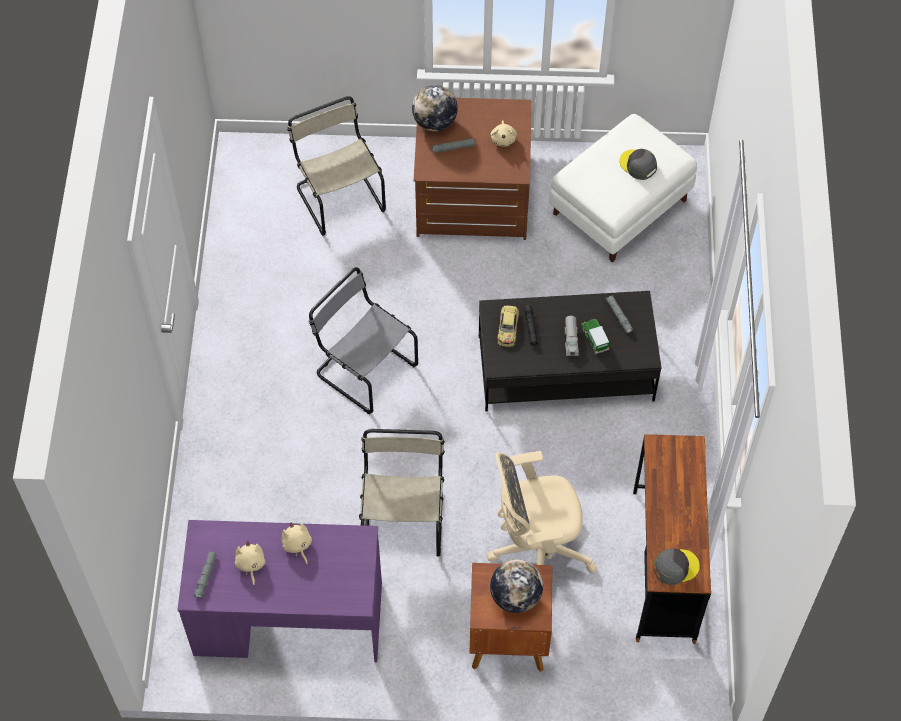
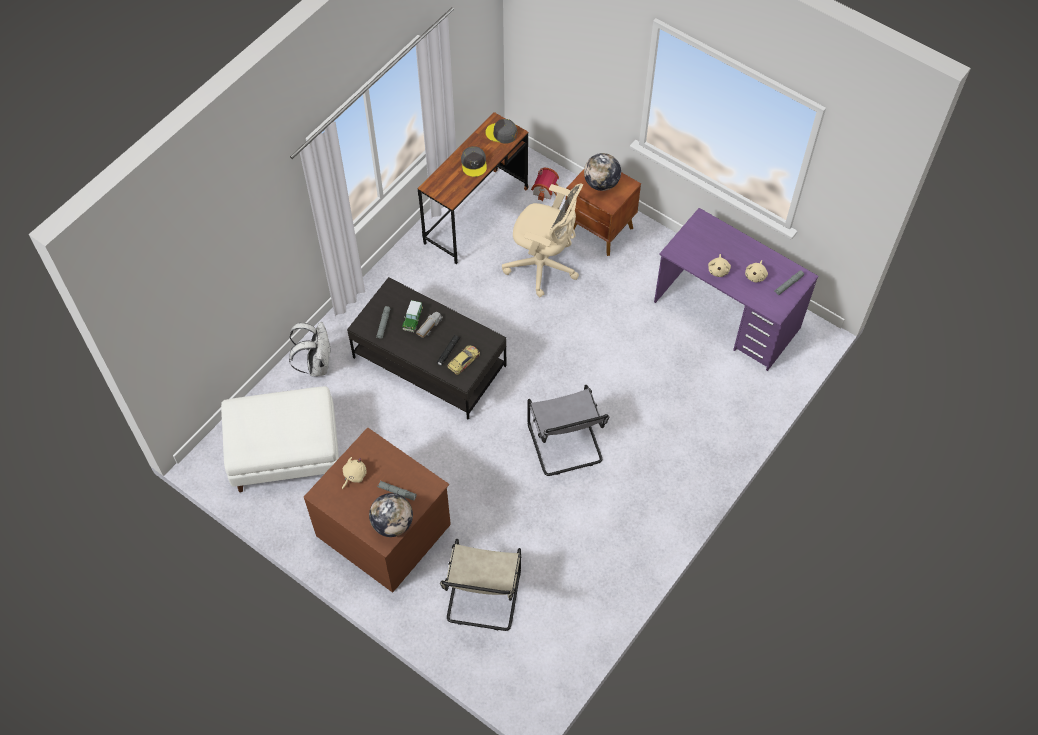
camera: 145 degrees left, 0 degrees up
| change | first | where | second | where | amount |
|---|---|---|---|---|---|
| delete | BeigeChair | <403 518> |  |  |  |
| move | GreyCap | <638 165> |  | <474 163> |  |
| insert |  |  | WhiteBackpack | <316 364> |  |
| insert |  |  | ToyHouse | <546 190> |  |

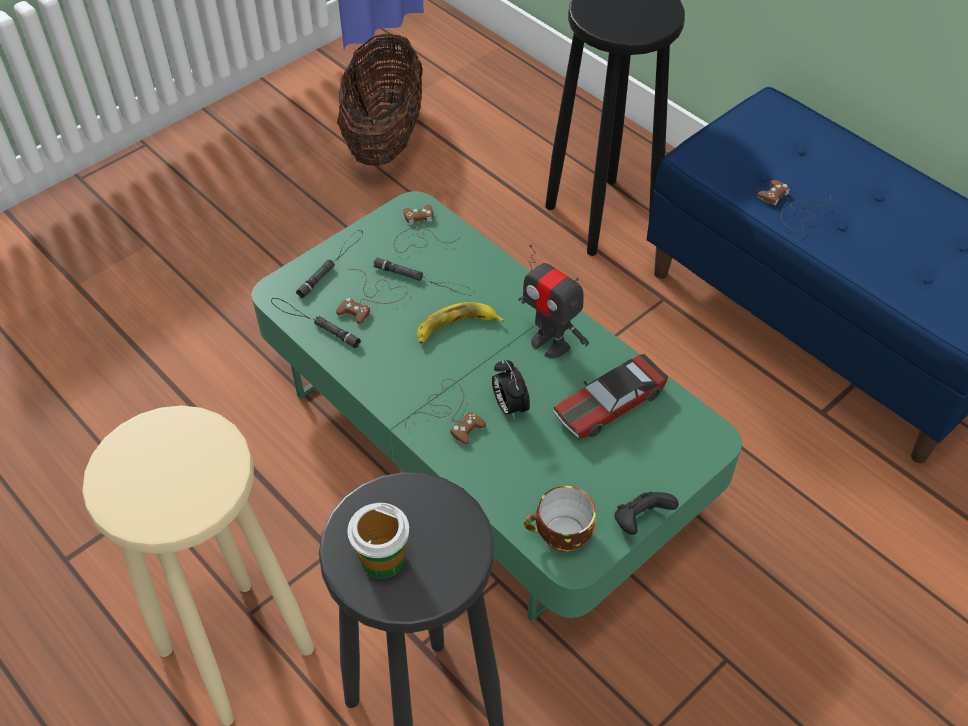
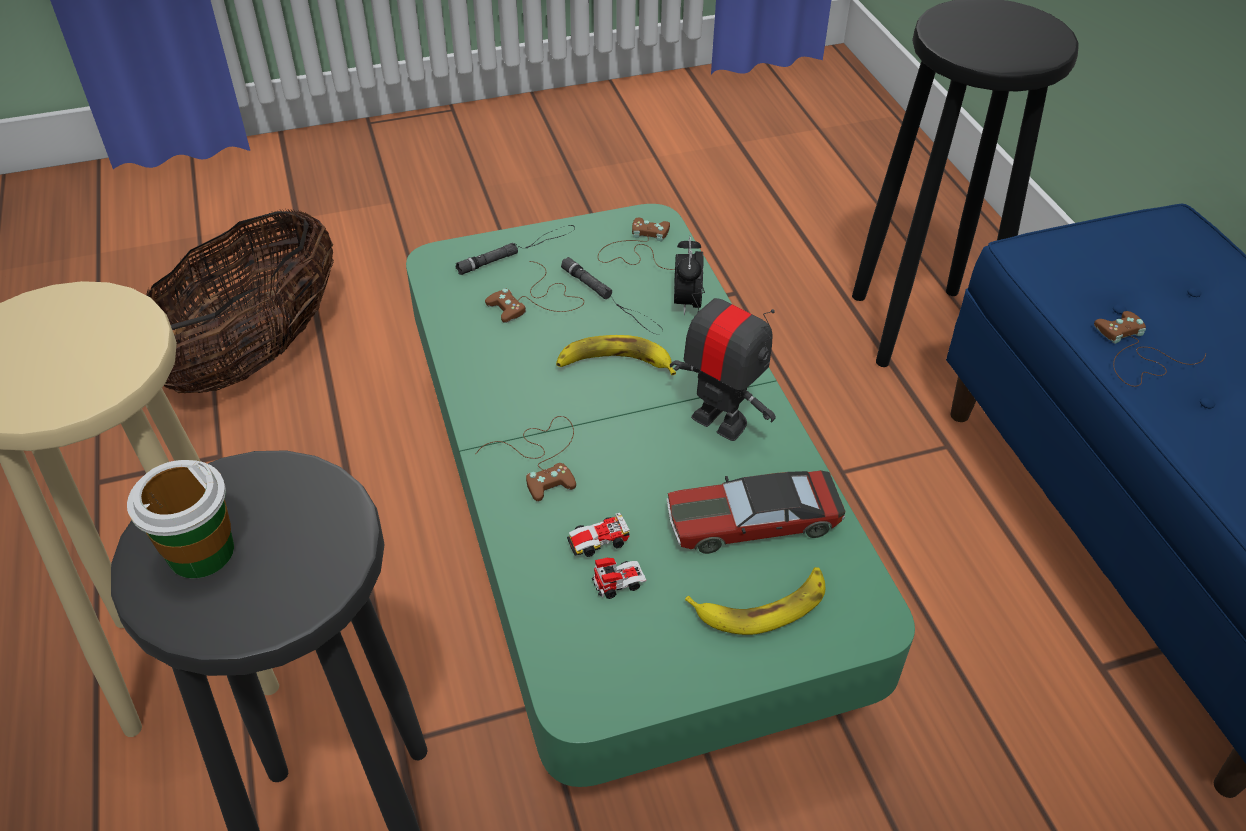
camera: 25 degrees right, 5 degrees down
| change | first | where | second | where | amount |
|---|---|---|---|---|---|
| delete | BlackFlashlight | <314 323> |  |  |  |
| move | Basket | <384 138> |  | <255 354> |  |
| move | AlarmClock | <509 406> |  | <686 302> |  |
| rotate | ToyRobot | <550 343> |  | <720 421> | 150 degrees clockwise |
| delete | Cup | <561 536> |  |  |  |
| delete | BlackGameController | <640 521> |  |  |  |
| insert |  |  | ToyCar | <606 563> |  |
| insert |  |  | Banana | <762 605> |  |

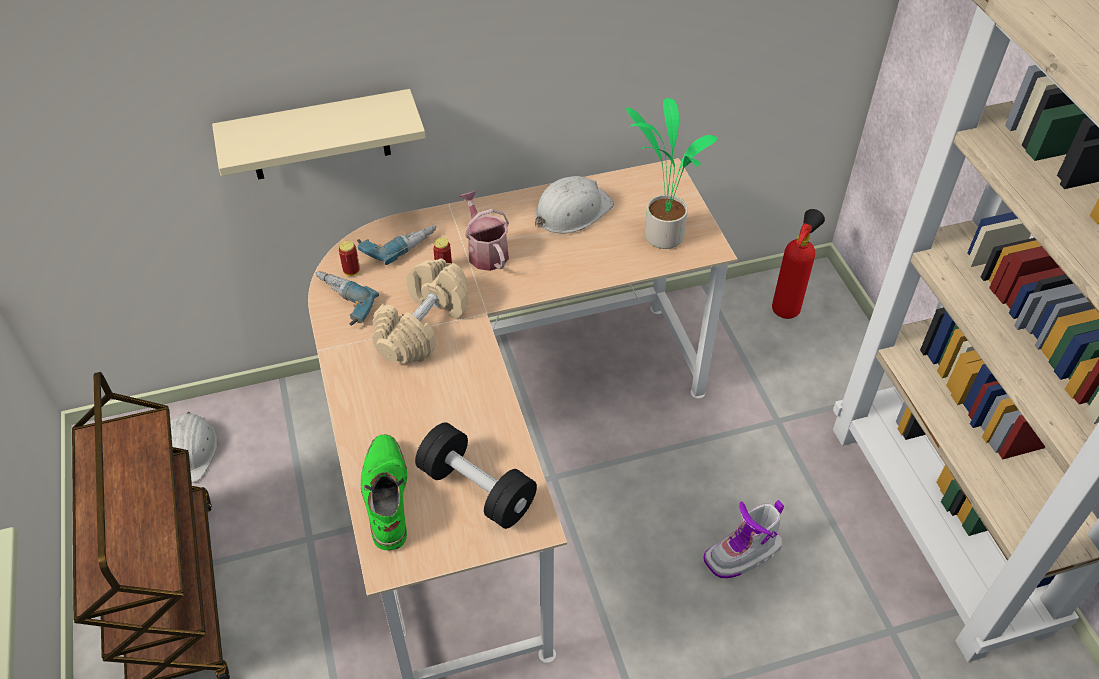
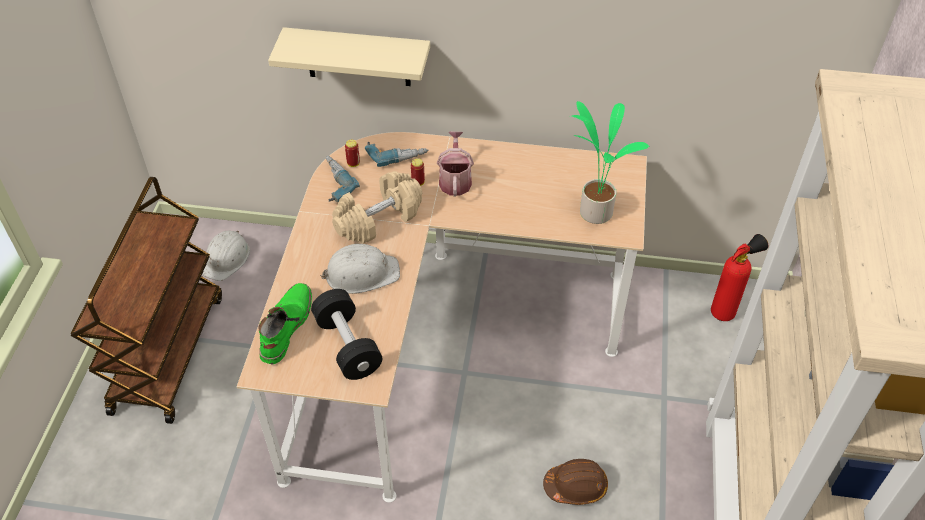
camera: 25 degrees right, 0 degrees up
| change | first | where | second | where | amount |
|---|---|---|---|---|---|
| move | WhiteHardHat | <571 211> |  | <361 273> |  |
| replace | Boot | <743 554> | BrownHardHat | <576 486> |  |

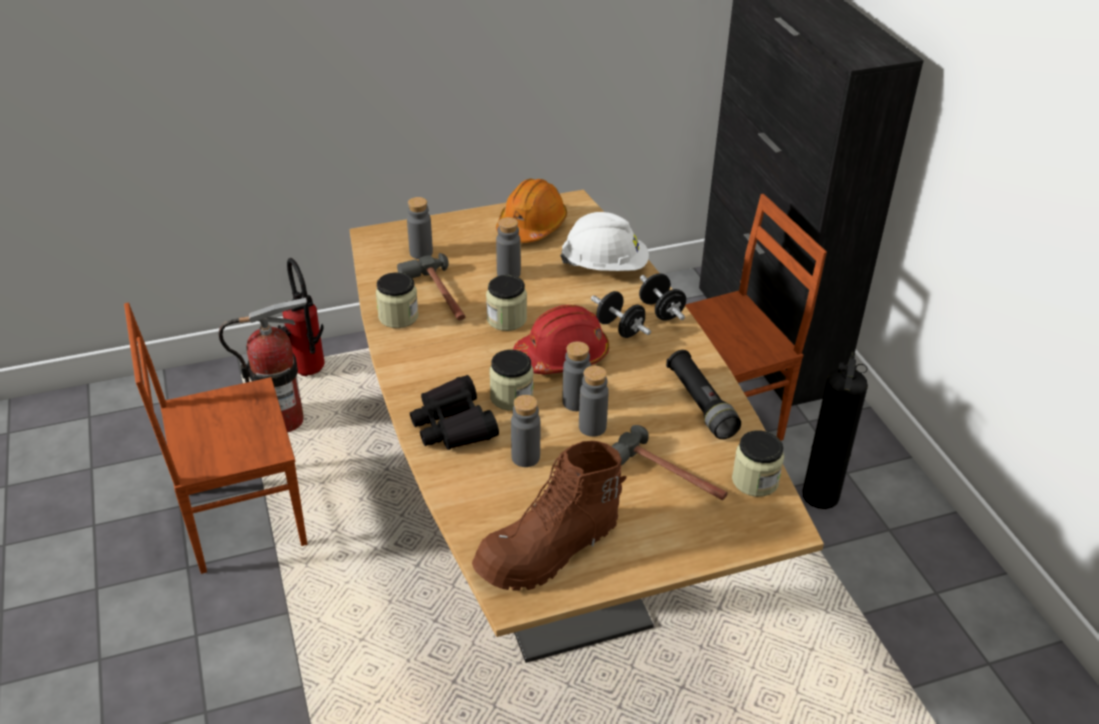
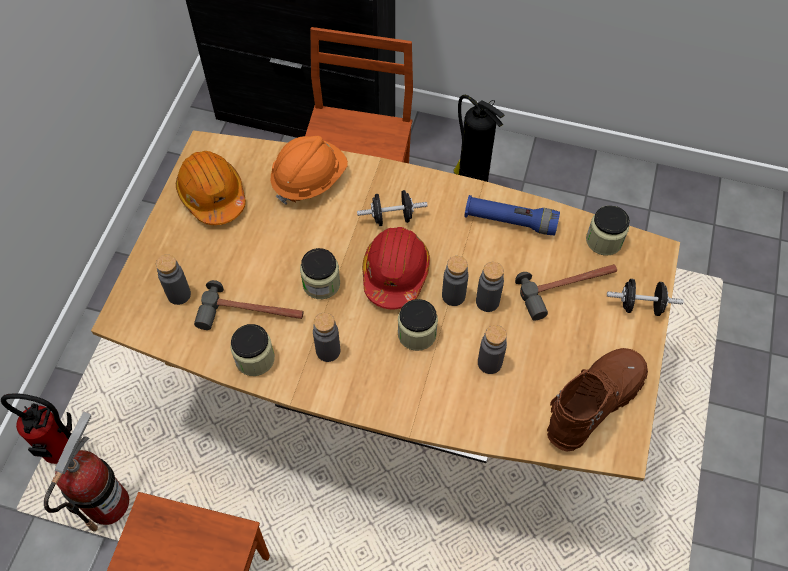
camera: 55 degrees left, 20 degrees up
| change | first | where | second | where | amount |
|---|---|---|---|---|---|
| delete | BlackBinoculars | <453 425> |  |  |  |
| rotate | BrownBoot | <549 551> |  | <592 403> | 135 degrees counterclockwise |
| move | GreyBottle | <508 274> |  | <328 351> |  |
| recolor | WhiteHardHat | <604 266> | OrangeHardHat | <309 180> |  |
| move | BlackDumbbell | <661 311> |  | <640 305> |  |
| recolor | BlackFlashlight | <701 404> | BlueFlashlight | <510 221> |  |

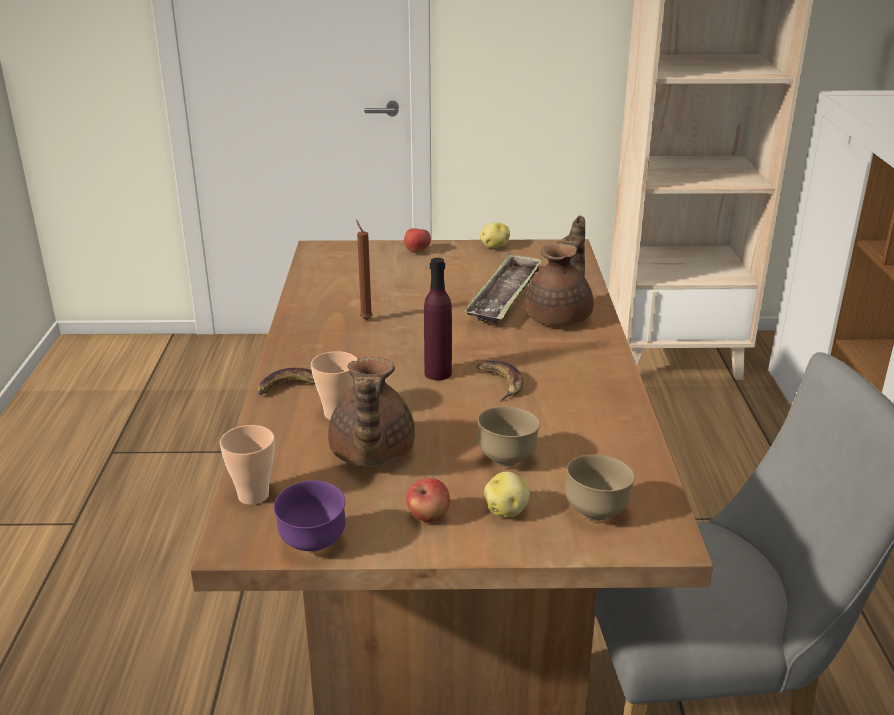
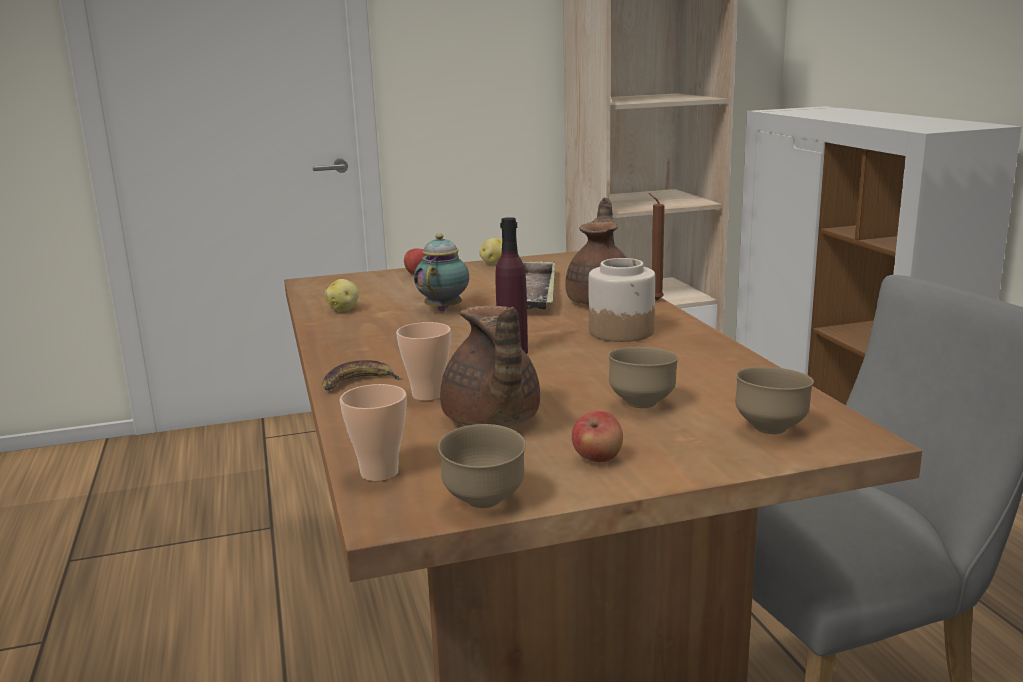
camera: 15 degrees left, 10 degrees down
| change | first | where | second | where | amount |
|---|---|---|---|---|---|
| recolor | PurpleBowl | <313 545> | BrownBowl | <484 502> |  |
| move | BrownCandle | <365 319> |  | <654 300> |  |
| delete | Banana | <500 383> |  |  |  |
| move | Potato | <507 510> |  | <344 309> |  |
| insert |  |  | Teapot | <445 308> |  |
| insert |  |  | Jar | <621 331> |  |

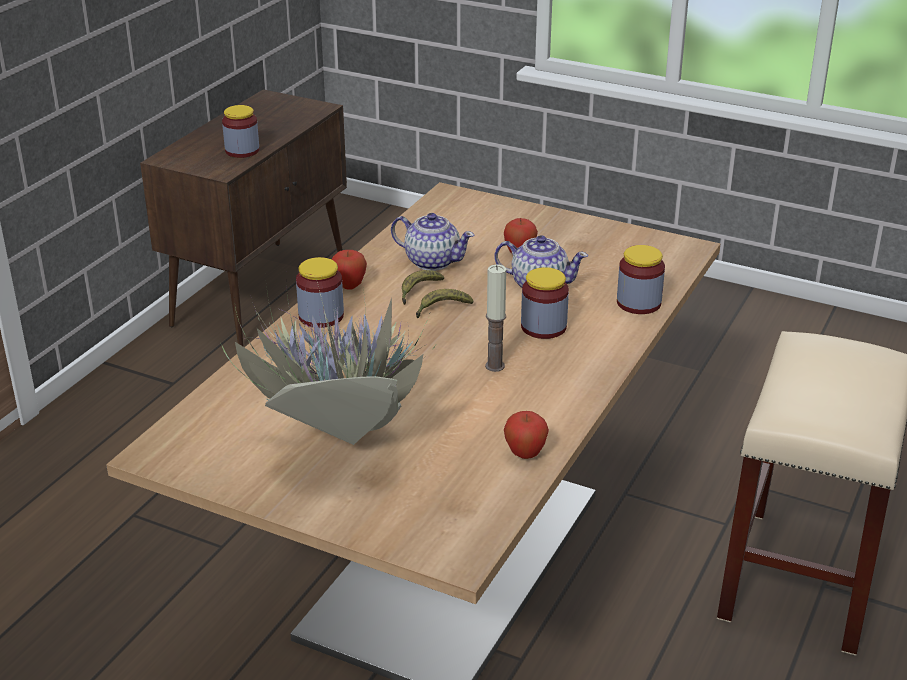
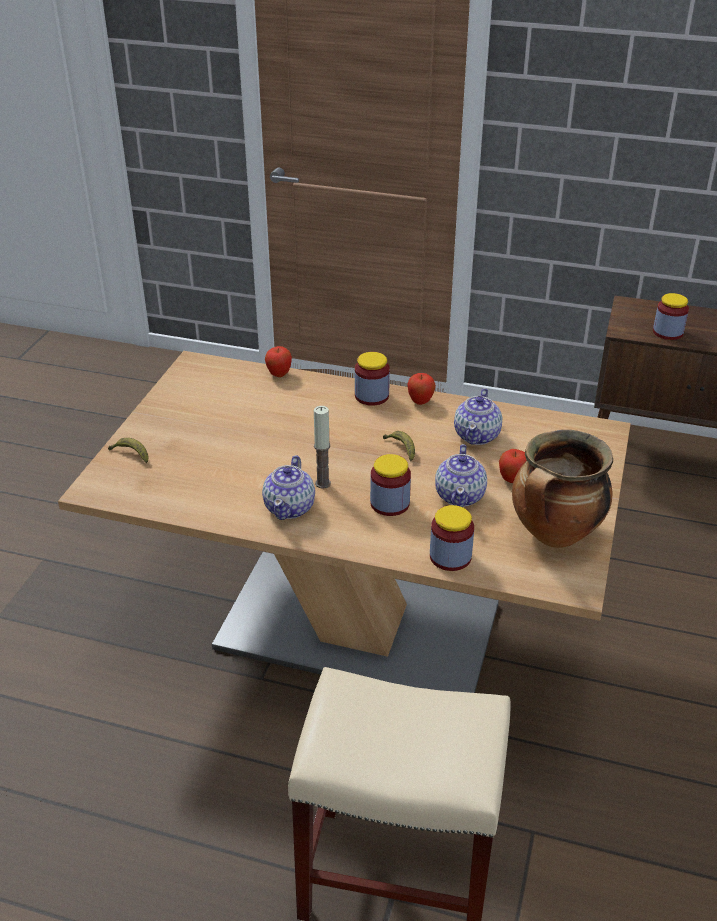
camera: 80 degrees right, 5 degrees up
| change | first | where | second | where | amount |
|---|---|---|---|---|---|
| delete | PottedPlant | <338 445> |  |  |  |
| move | Banana | <418 291> |  | <131 454> |  |
| move | Apple | <525 454> |  | <279 374> |  |
| insert |  |  | Teapot | <290 507> |  |
| insert |  |  | CookingPot | <555 535> |  |

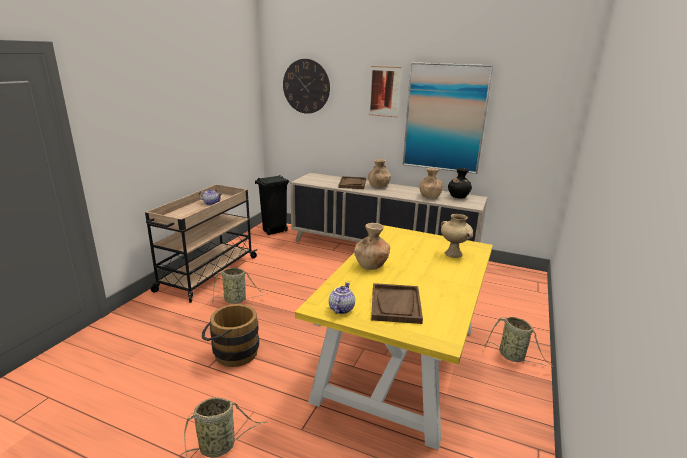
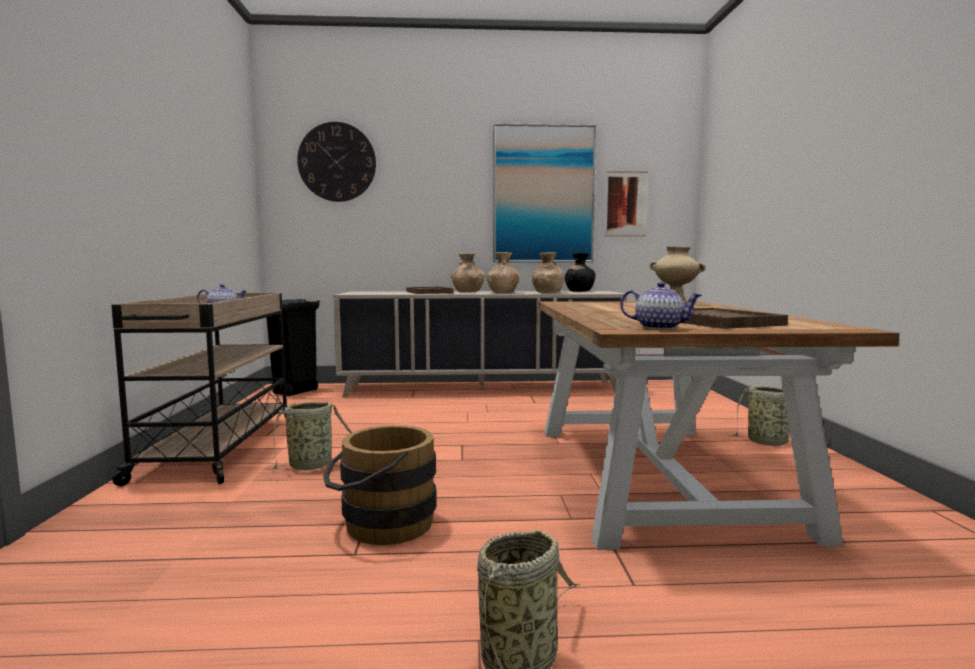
camera: 25 degrees left, 15 degrees down
| change | first | where | second | where | amount |
|---|---|---|---|---|---|
| recolor | YellowDiningTable | <400 360> | BrownDiningTable | <655 474> |  |
| rotate | Teapot | <341 309> |  | <659 327> | 120 degrees clockwise |
| move | BrownVase | <371 265> |  | <502 293> |  |
| move | Picture | <384 91> |  | <626 204> |  |

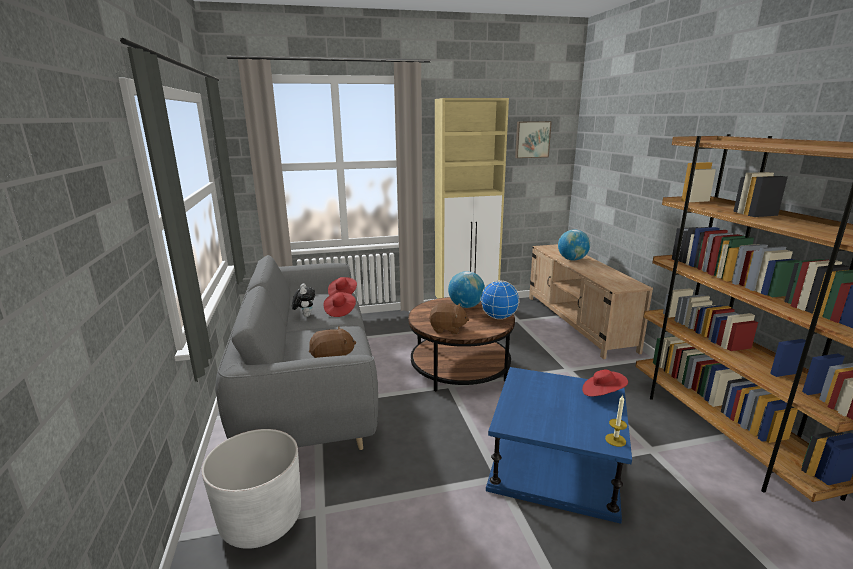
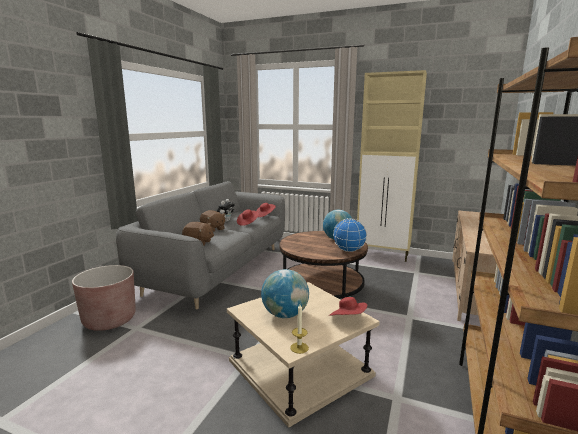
camera: 35 degrees right, 5 degrees down
| change | first | where | second | where | amount |
|---|---|---|---|---|---|
| recolor | WhitePlanter | <261 520> | BrownPlanter | <109 320> |  |
| move | BrownPlushToy | <447 329> |  | <212 229> |  |
| recolor | BlueSideTable | <555 463> | BeigeSideTable | <299 368> |  |
| delete | Picture | <532 139> |  |  |  |
| move | Globe | <572 259> |  | <285 314> |  |

